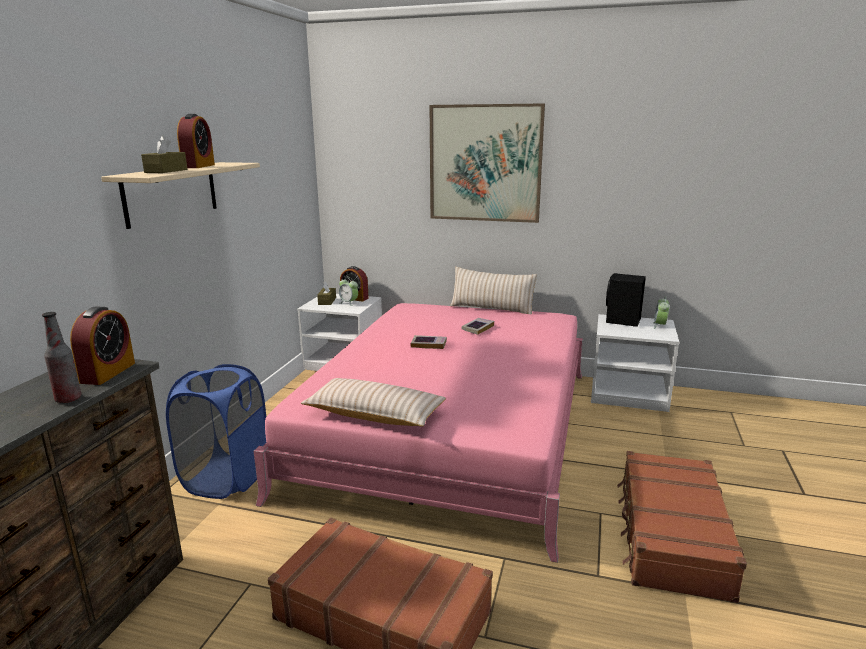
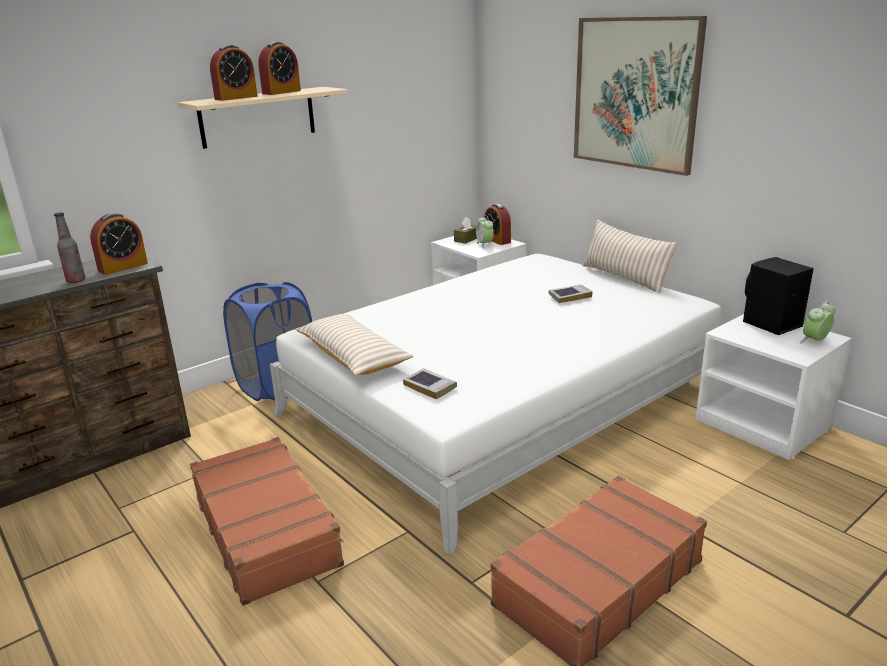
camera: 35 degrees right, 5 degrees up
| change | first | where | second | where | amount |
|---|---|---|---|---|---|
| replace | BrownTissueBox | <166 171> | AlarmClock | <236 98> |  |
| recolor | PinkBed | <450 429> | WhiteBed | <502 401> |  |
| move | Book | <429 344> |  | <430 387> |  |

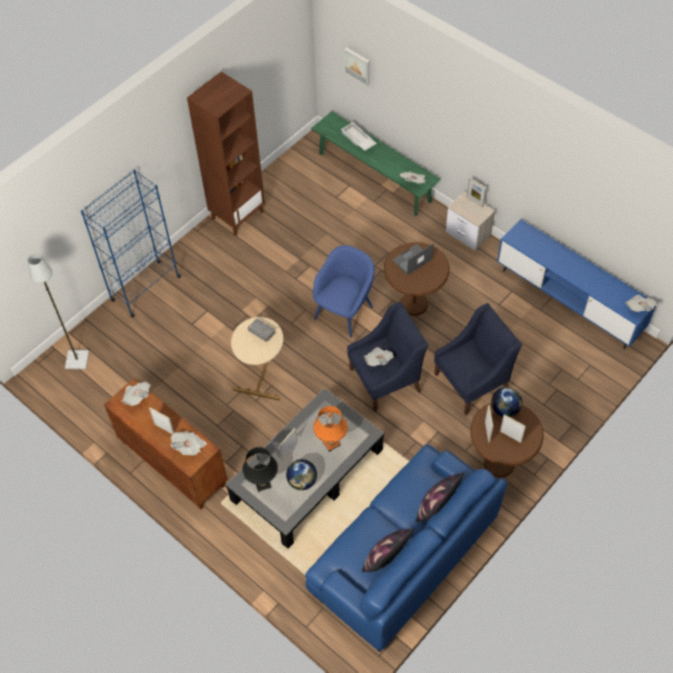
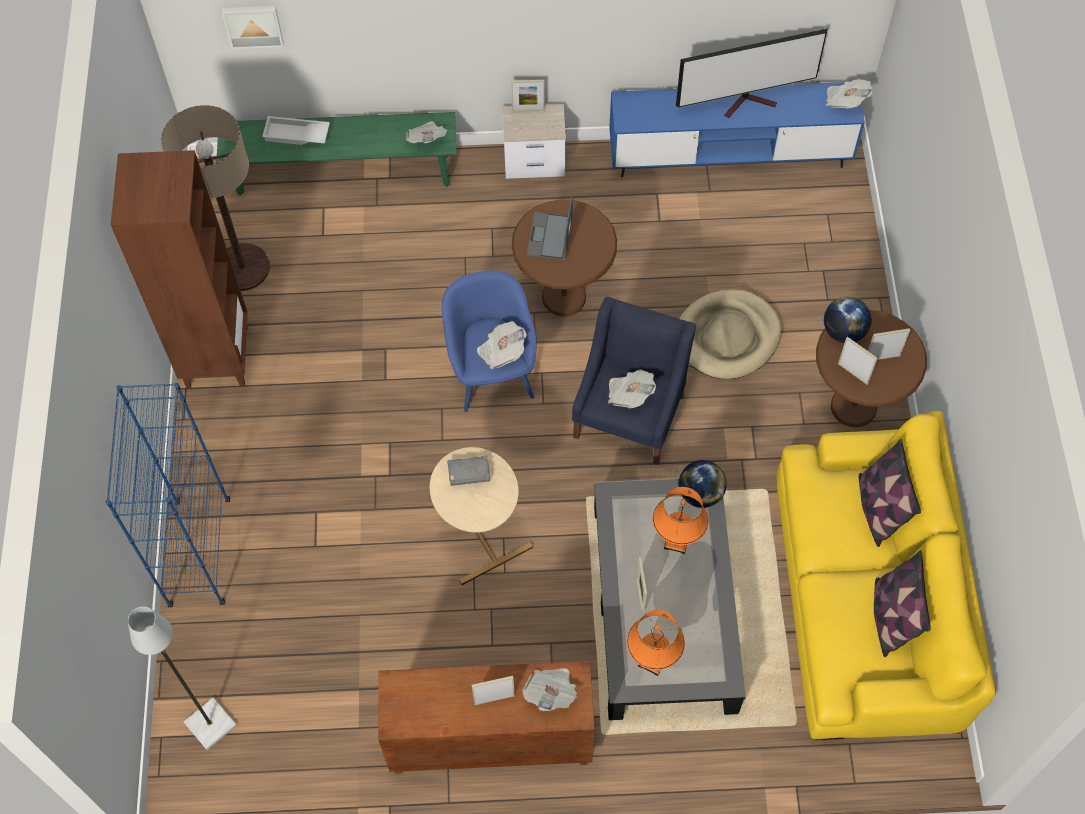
camera: 45 degrees left, 5 degrees up
| change | first | where | second | where | amount |
|---|---|---|---|---|---|
| move | Newspaper | <137 397> |  | <501 351> |  |
| recolor | BlackTableLamp | <262 484> | OrangeTableLamp | <652 661> |  |
| move | Globe | <302 481> |  | <700 494> |  |
| recolor | BlueSofa | <404 553> | YellowSofa | <865 599> |  |
| replace | BlueArmchair | <472 382> | BeigeDogBed | <727 337> |  |
| insert |  |  | FloorLamp | <242 268> |  |
| insert |  |  | Television | <749 102> |  |

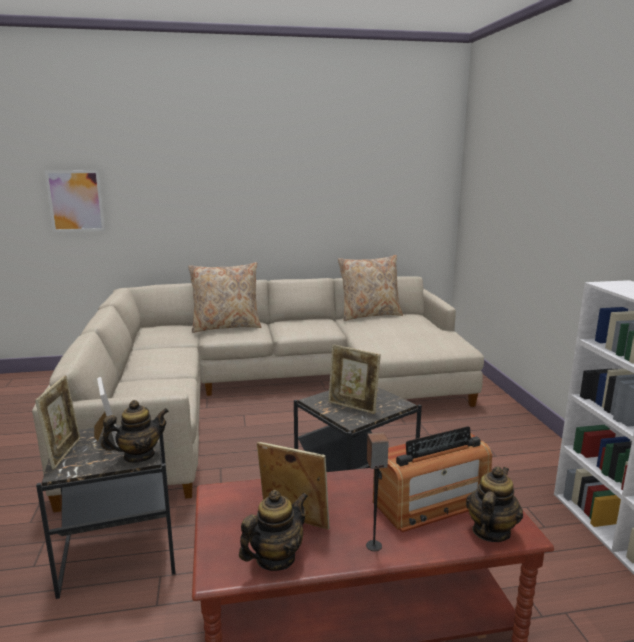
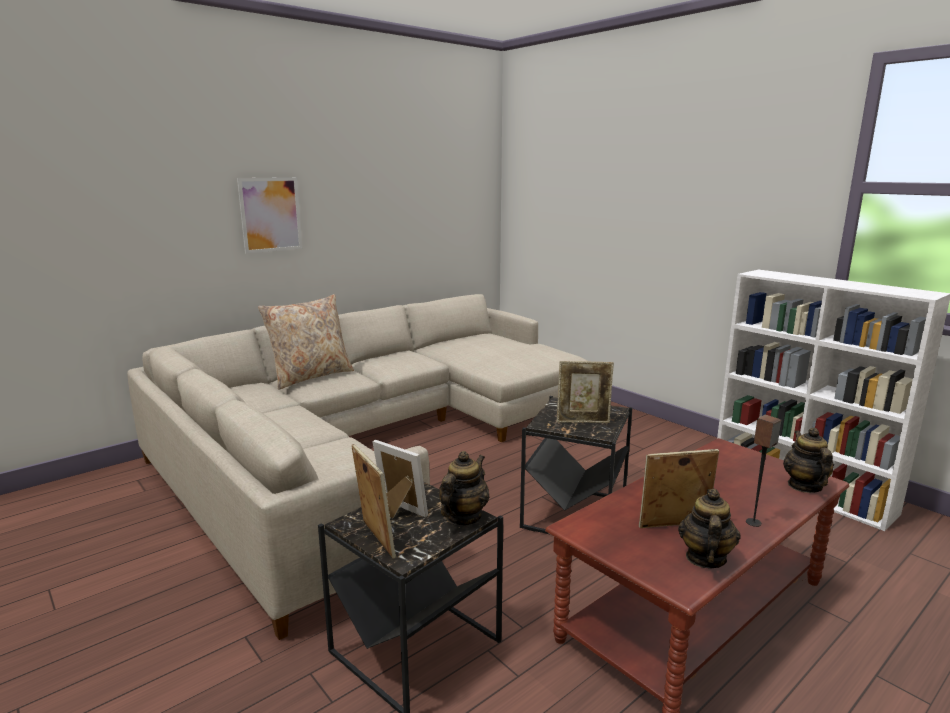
camera: 30 degrees left, 0 degrees up
| change | first | where | second | where | amount |
|---|---|---|---|---|---|
| move | Picture | <75 201> |  | <270 214> |  |
| delete | BeigePillow | <369 315> |  |  |  |
| delete | Radio | <431 503> |  |  |  |

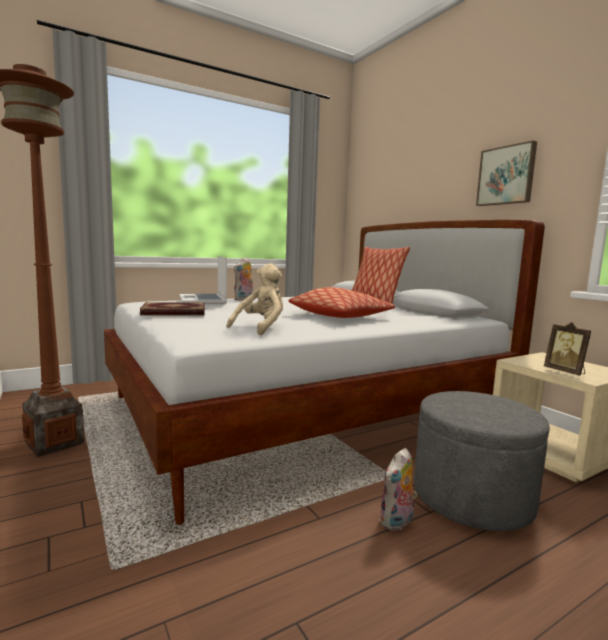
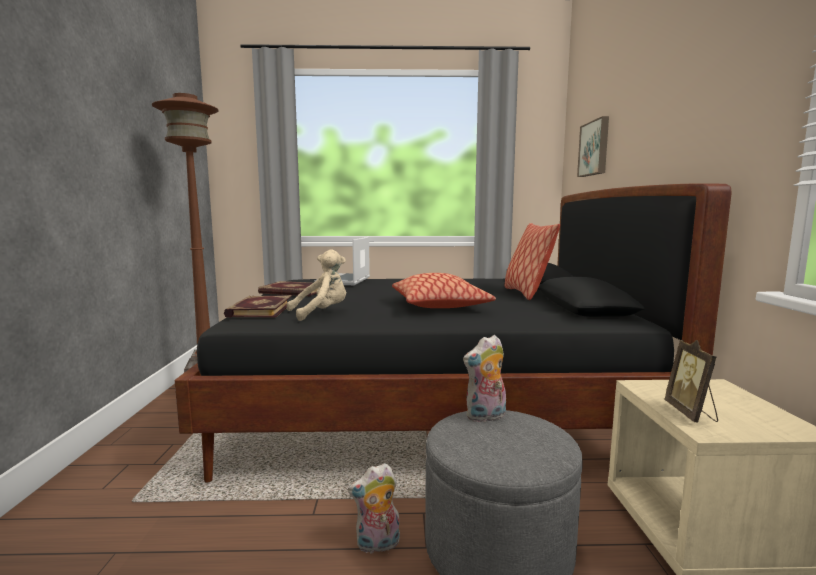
camera: 30 degrees right, 0 degrees up
| change | first | where | second | where | amount |
|---|---|---|---|---|---|
| recolor | WhiteBed | <306 411> | BlackBed | <431 406> |  |
| move | PlushToy | <244 299> |  | <486 417> |  |
| move | Picture | <506 176> |  | <595 148> |  |
| insert |  |  | Book | <259 309> |  |

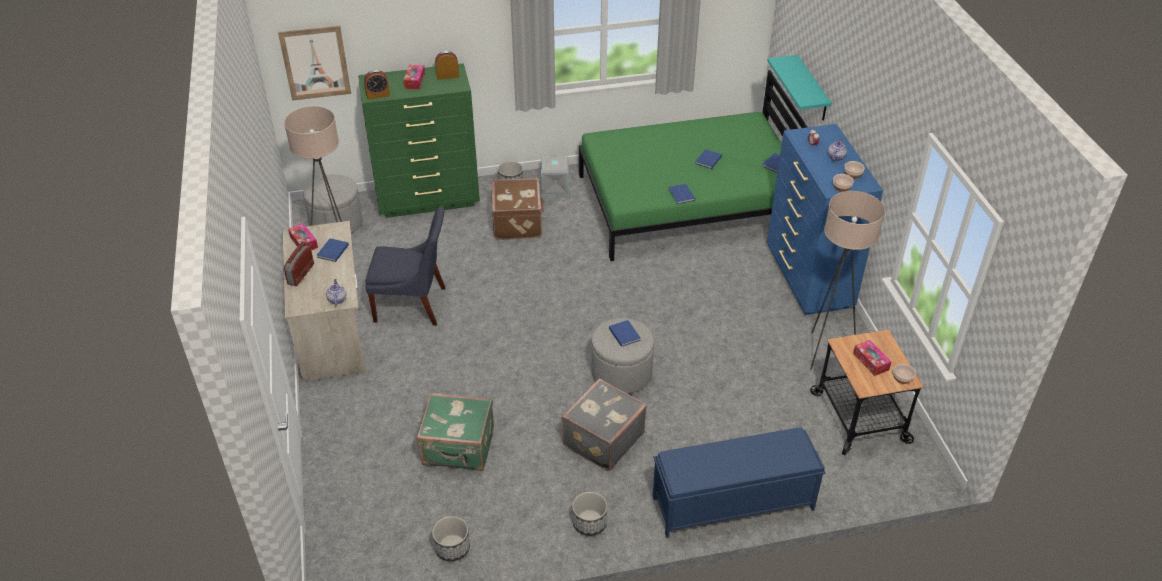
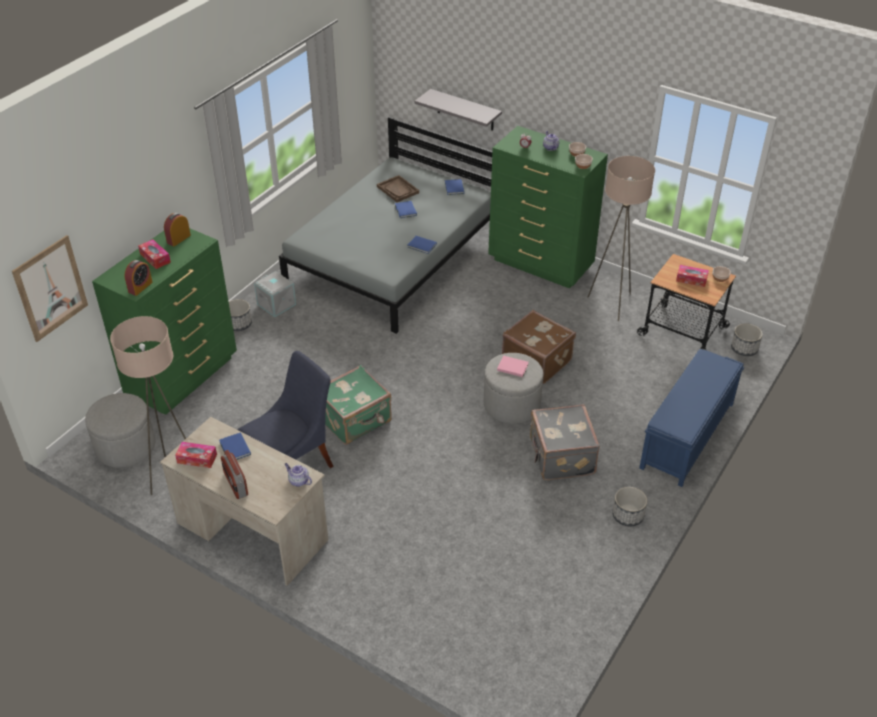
camera: 45 degrees left, 0 degrees up
| change | first | where | second | where | amount |
|---|---|---|---|---|---|
| move | GreenSuitcase | <459 448> |  | <355 420> |  |
| move | Planter | <452 548> |  | <744 349> |  |
| move | BrownSuitcase | <518 223> |  | <537 360> |  |
| recolor | GreenBed | <689 203> | GreyBed | <394 258> |  |
| recolor | BlueBook | <624 333> | PinkBook | <512 367> |  |
| recolor | TurquoiseShelf | <812 89> | GreyShelf | <465 110> |  |
| recolor | BlueDresser | <808 280> | GreenDresser | <541 264> |  |
| insert |  |  | BrownTray | <398 190> |  |

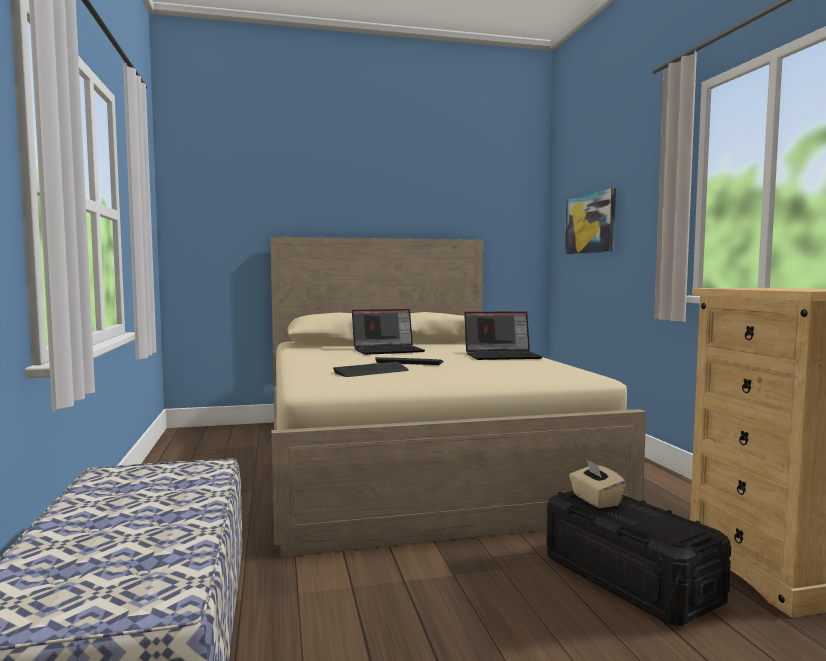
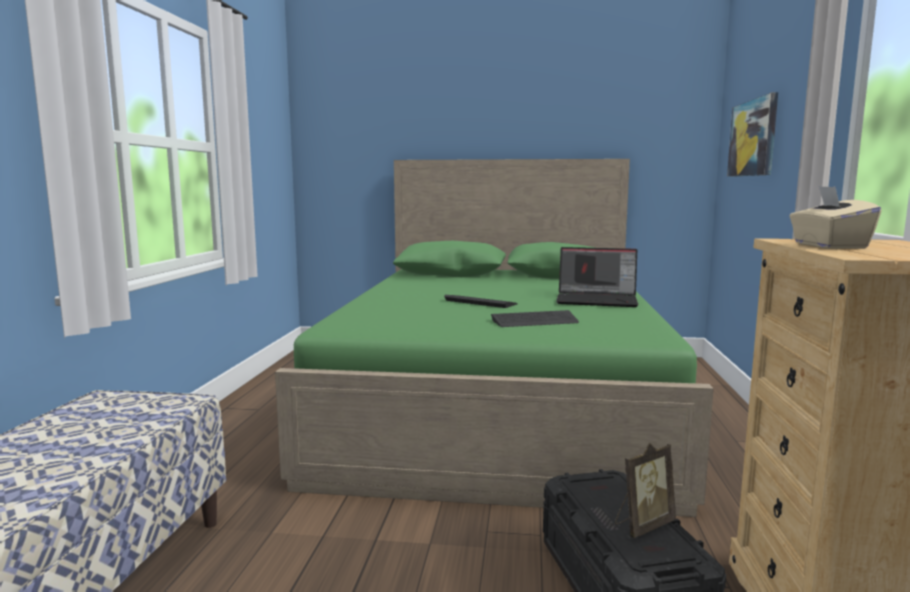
camera: 20 degrees right, 5 degrees up
| change | first | where | second | where | amount |
|---|---|---|---|---|---|
| recolor | BeigeBed | <413 459> | GreenBed | <499 403> |  |
| move | Keyboard | <371 371> |  | <534 321> |  |
| delete | Laptop | <388 350> |  |  |  |
| move | BeigeTissueBox | <595 500> |  | <828 246> |  |
| insert |  |  | PictureFrame | <642 525> |  |

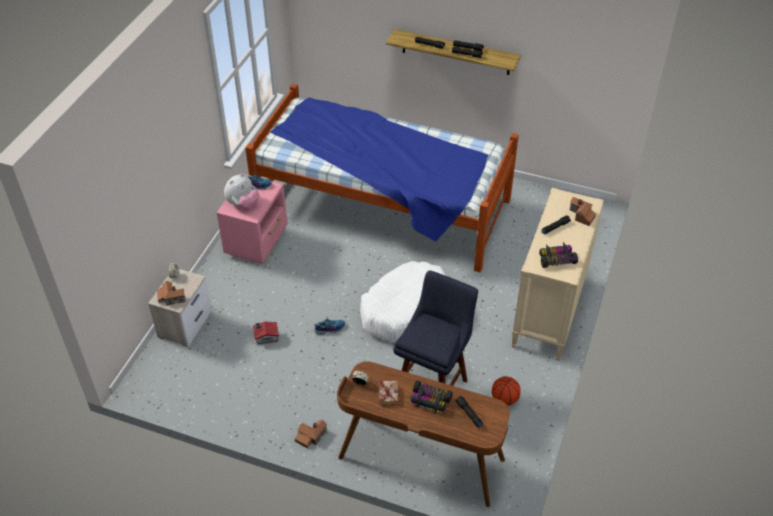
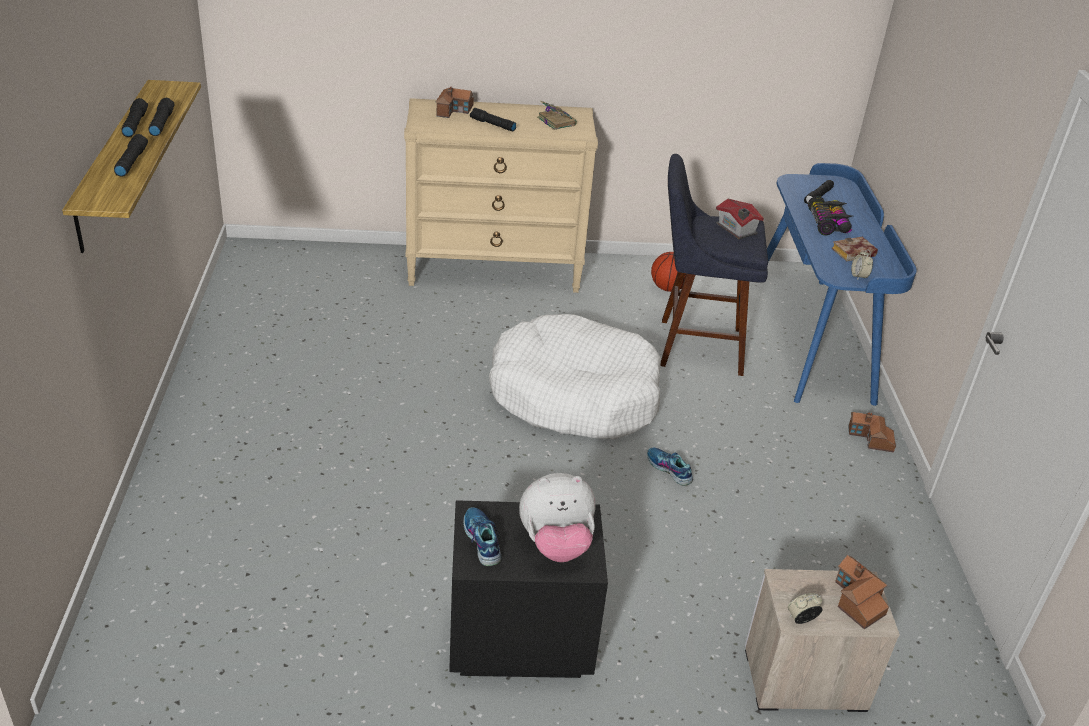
camera: 115 degrees left, 10 degrees down
| change | first | where | second | where | amount |
|---|---|---|---|---|---|
| recolor | PinkNightstand | <258 242> | BlackNightstand | <517 640> |  |
| rotate | PlushToy | <243 204> |  | <556 545> | 150 degrees clockwise |
| delete | Bed | <382 207> |  |  |  |
| move | ToyHouse | <266 337> |  | <736 230> |  |
| recolor | BrownDesk | <421 460> | BlueDesk | <812 337> |  |
| replace | ToyCar | <556 259> | Book | <556 121> |  |

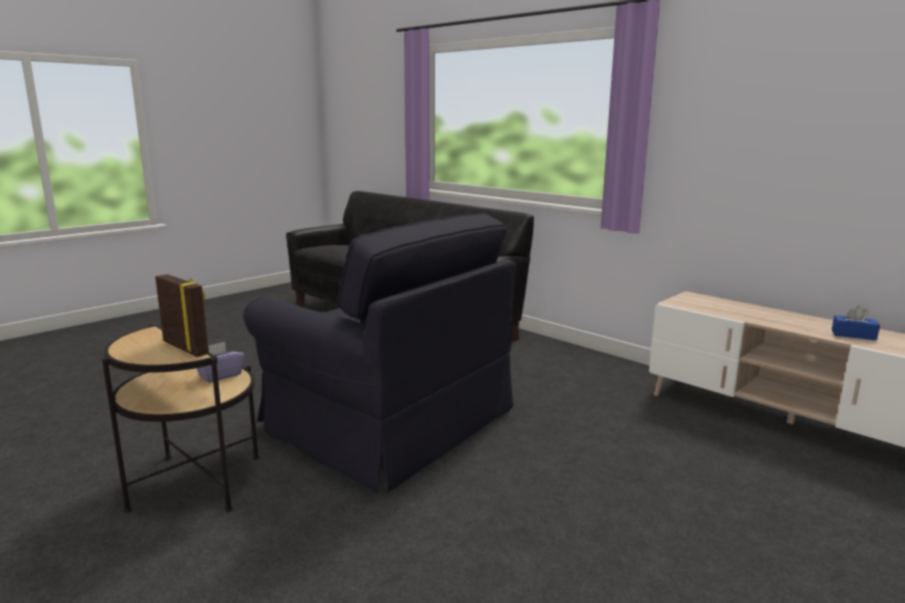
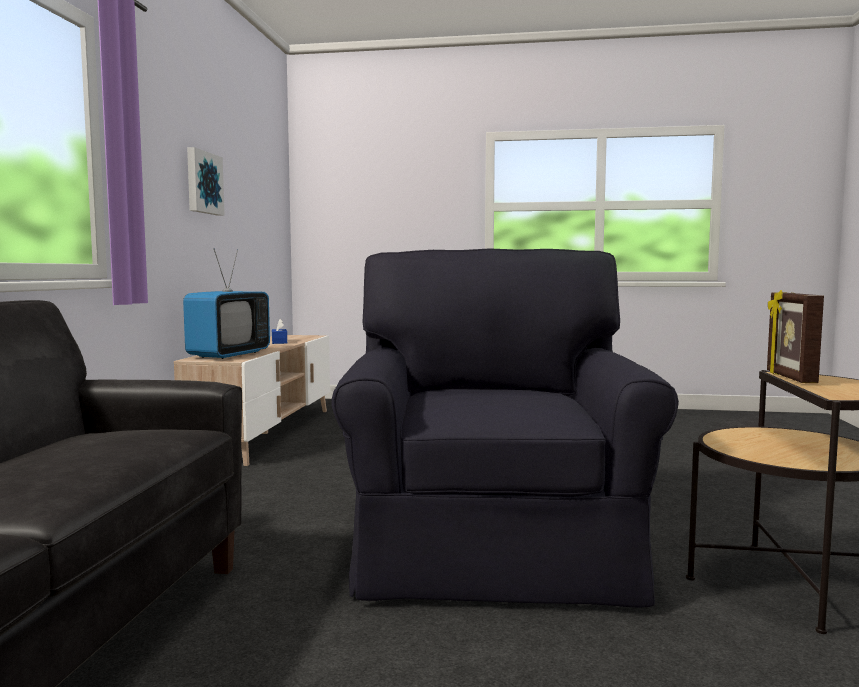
camera: 125 degrees left, 10 degrees down
| change | first | where | second | where | amount |
|---|---|---|---|---|---|
| delete | PurpleTissueBox | <220 375> |  |  |  |
| insert |  |  | Television | <229 355> |  |
| insert |  |  | Picture | <203 183> |  |

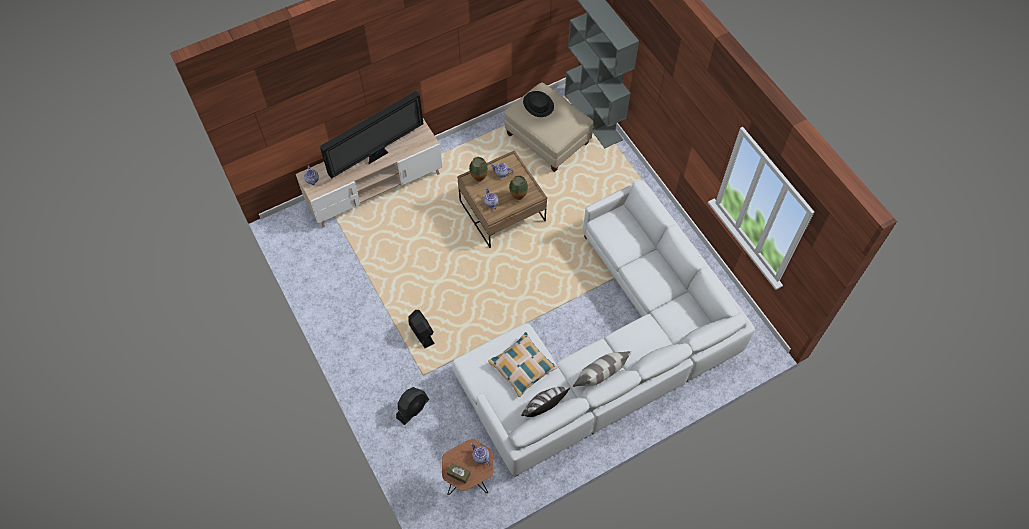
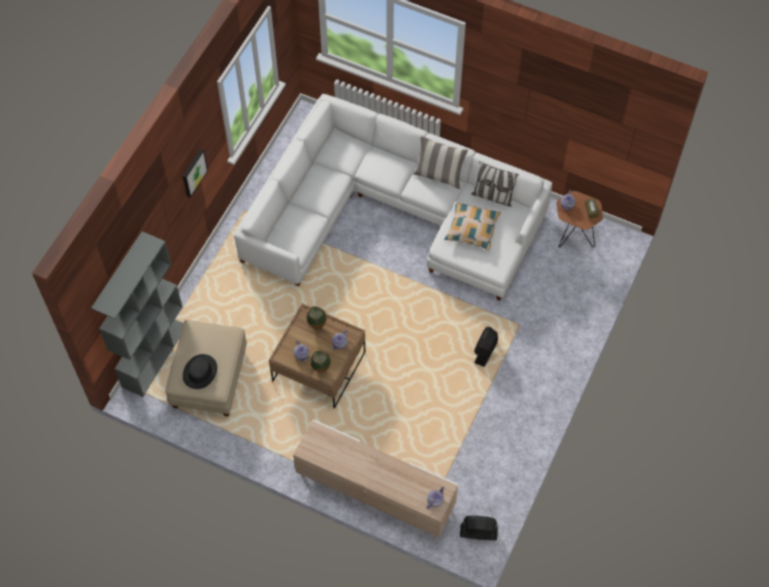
camera: 125 degrees left, 0 degrees up
| change | first | where | second | where | amount |
|---|---|---|---|---|---|
| delete | Television | <378 155> |  |  |  |
| move | BlackFan | <413 409> |  | <478 532> |  |
| insert |  |  | Picture | <193 172> |  |

